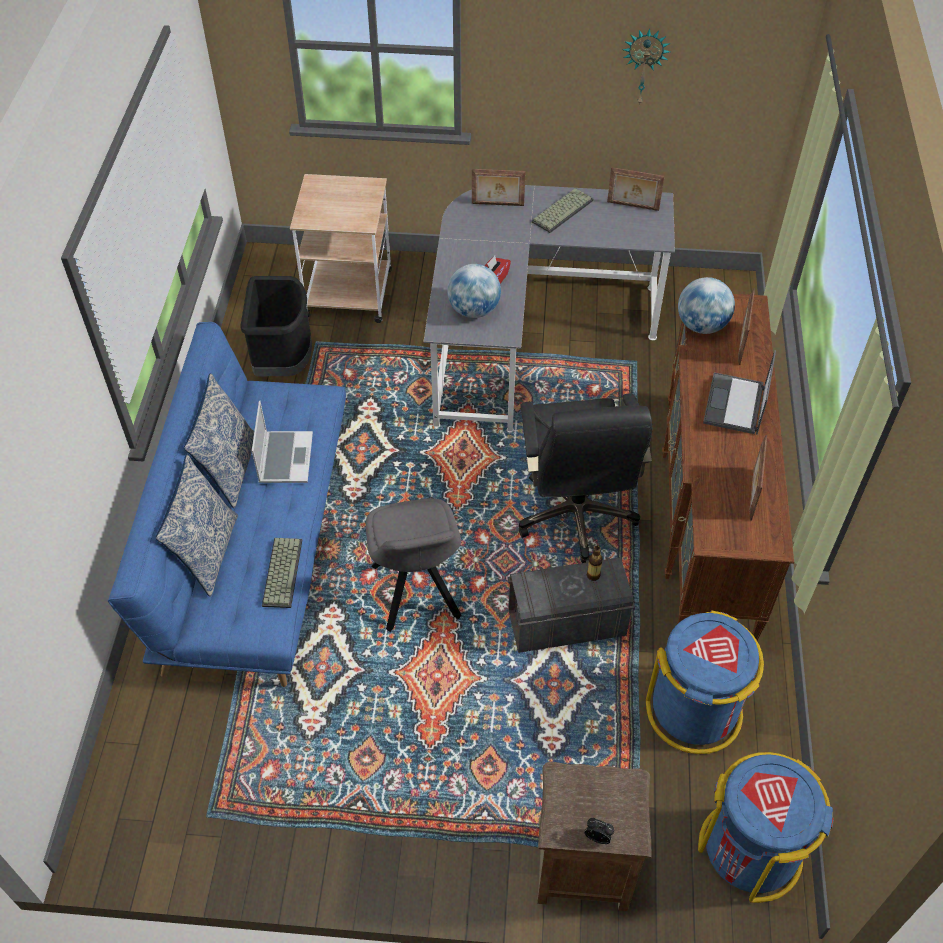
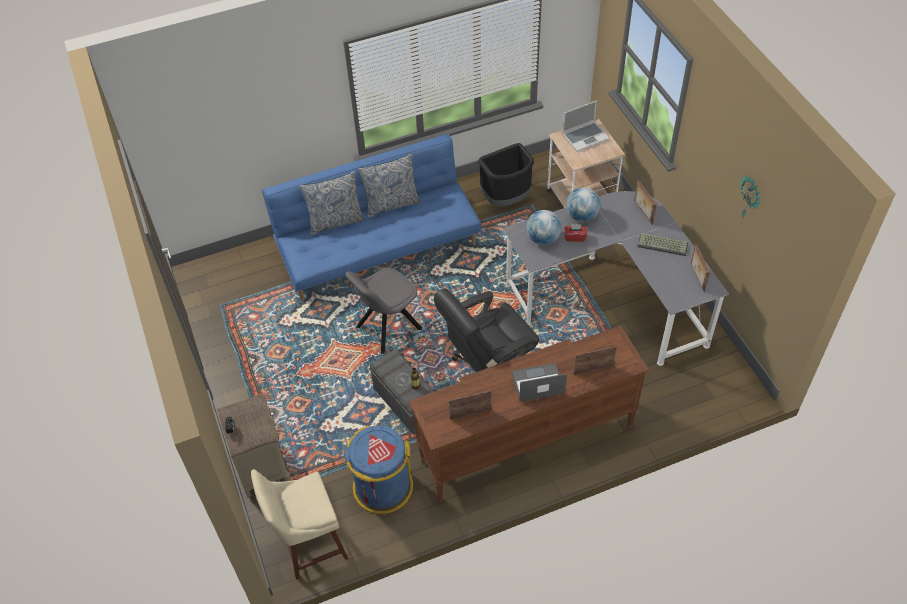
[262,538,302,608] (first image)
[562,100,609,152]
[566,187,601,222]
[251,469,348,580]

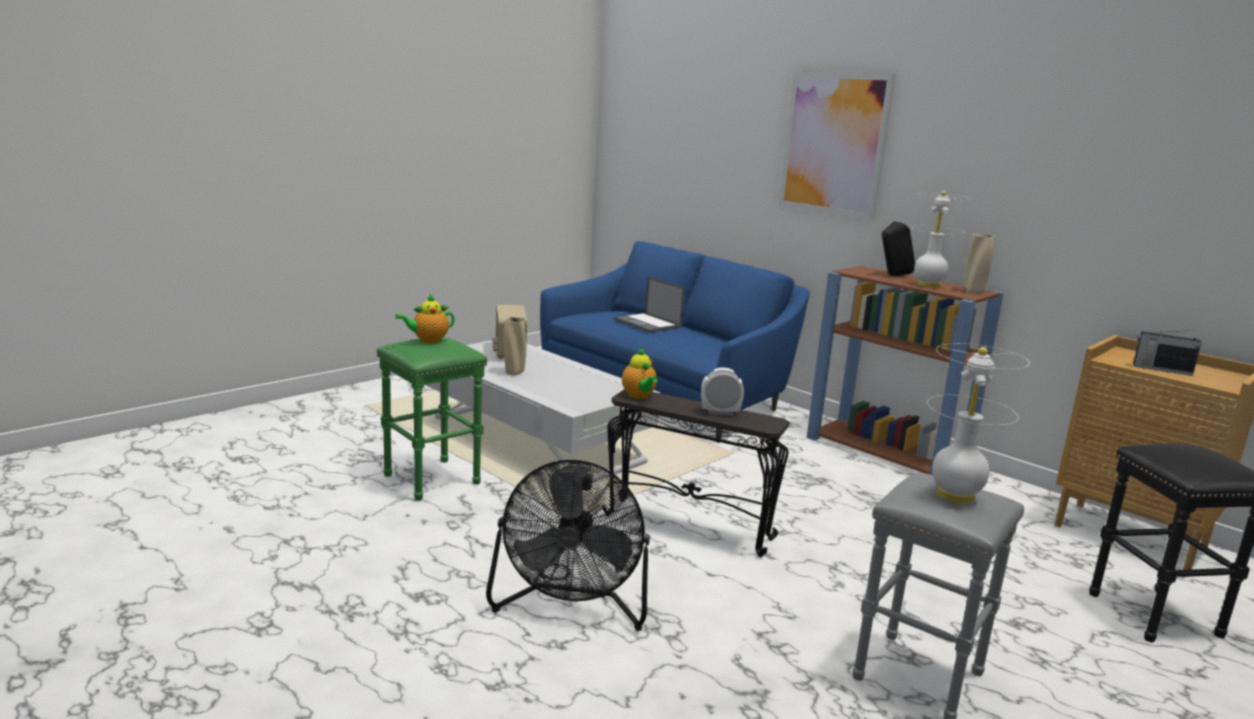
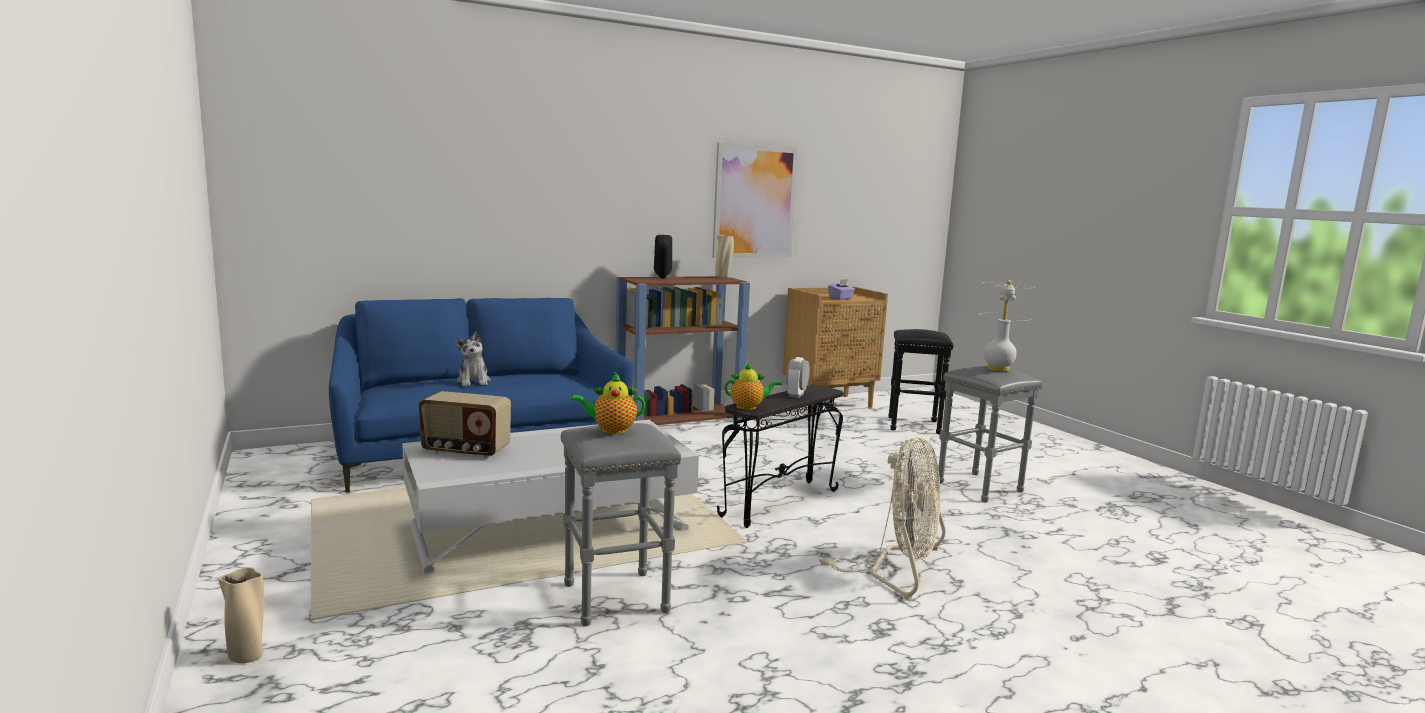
[911,191,971,288] (first image)
[218,568,264,663]
[712,143,798,258]
[455,331,491,386]
[828,279,855,300]
[561,423,681,626]
[819,437,946,601]
[571,372,645,434]

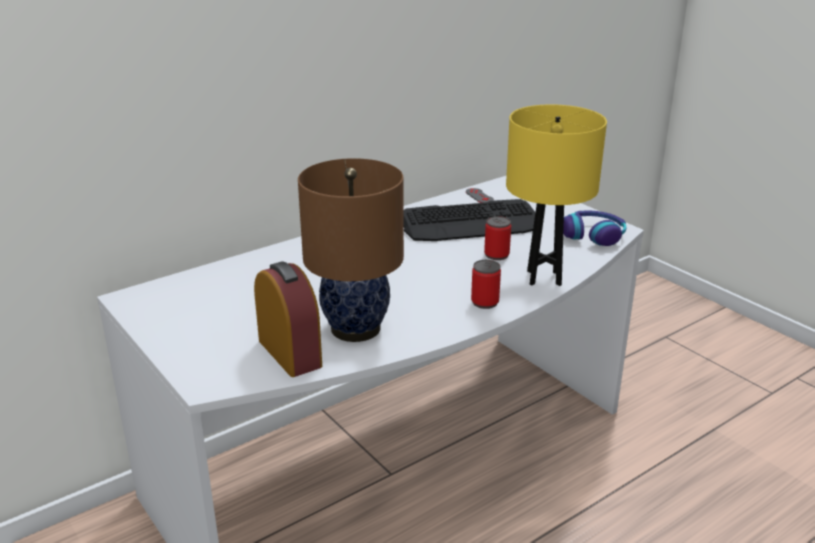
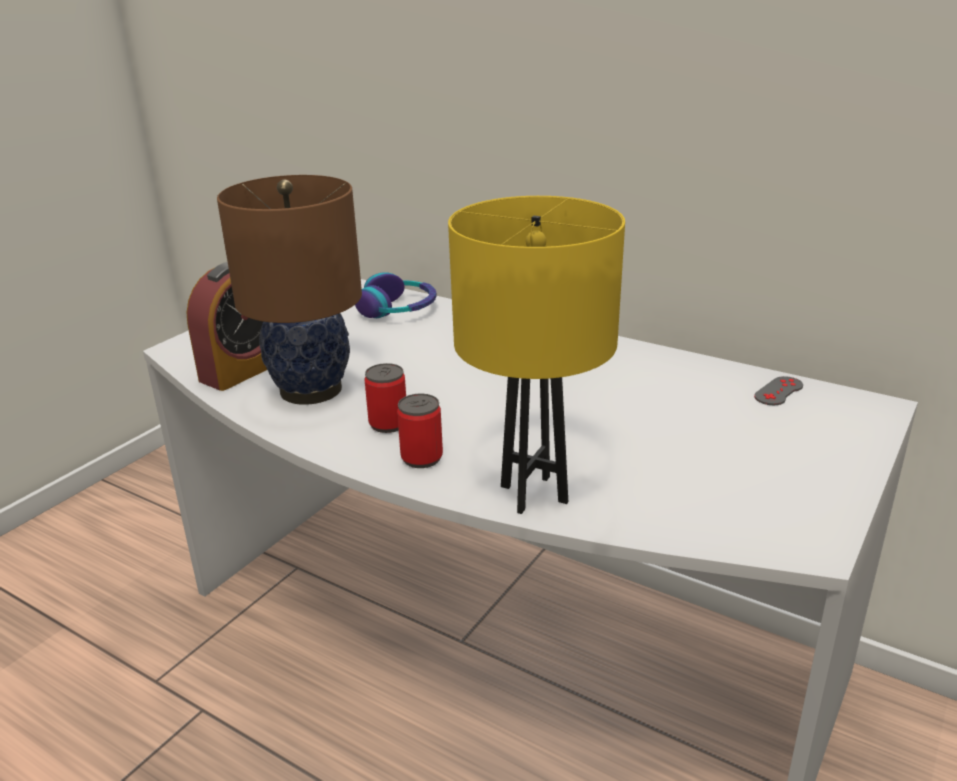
[404,199,535,241] (first image)
[365,363,406,433]
[355,272,437,318]

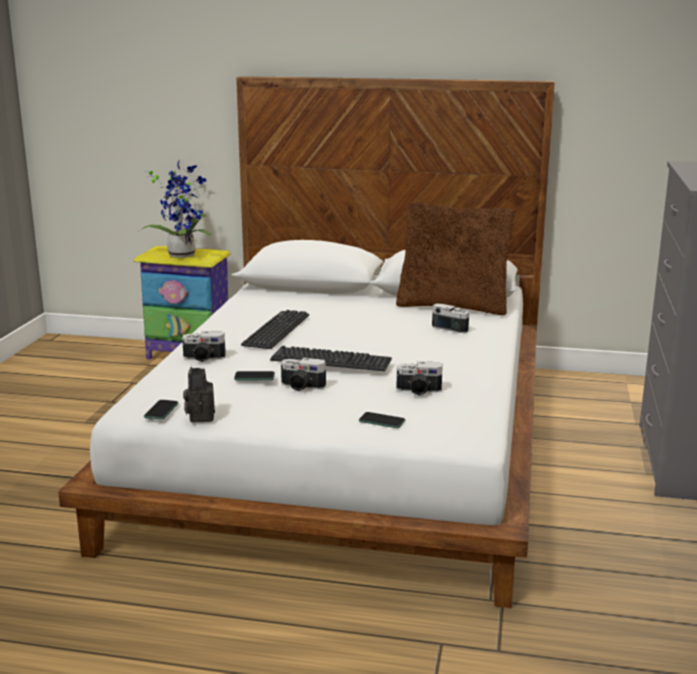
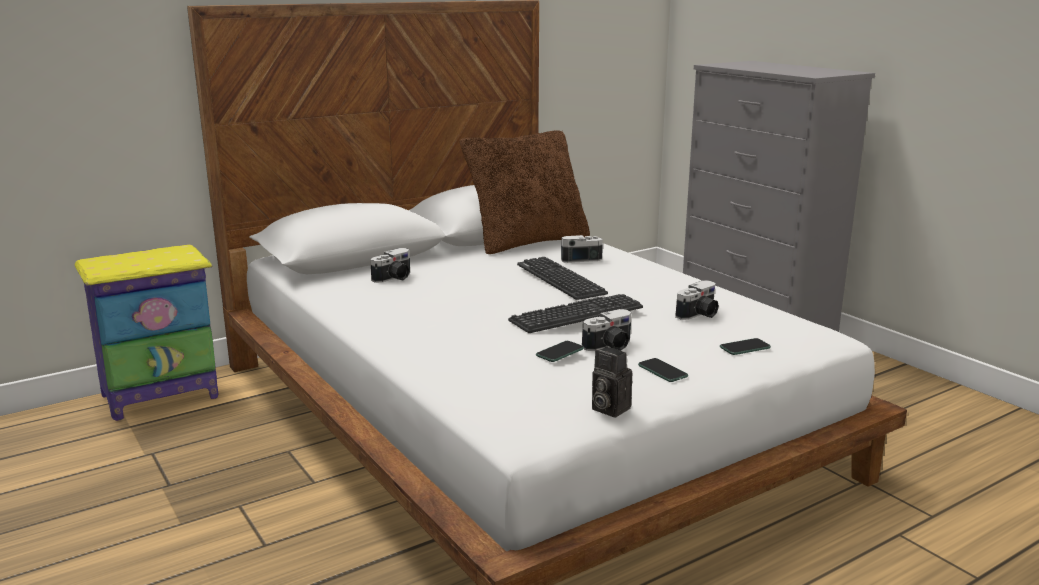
[140,161,212,258] (first image)
[638,358,688,382]
[370,248,410,283]
[517,257,608,300]

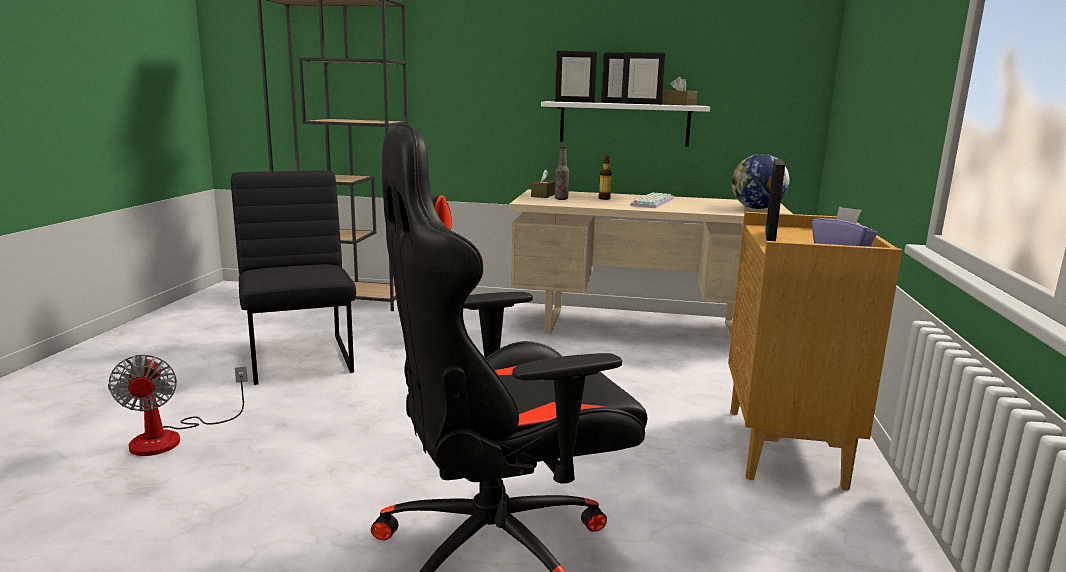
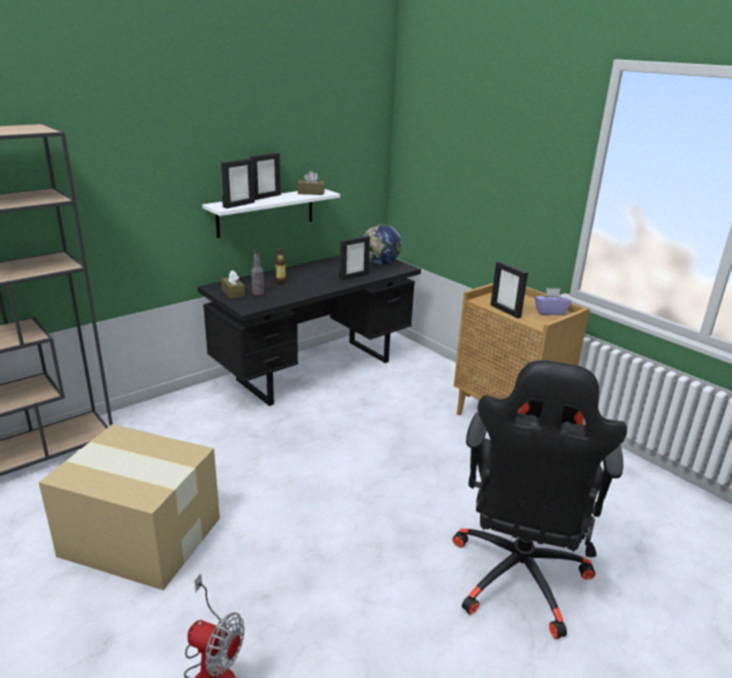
[630,192,674,208] (first image)
[339,236,370,280]
[39,424,220,590]
[198,255,421,406]

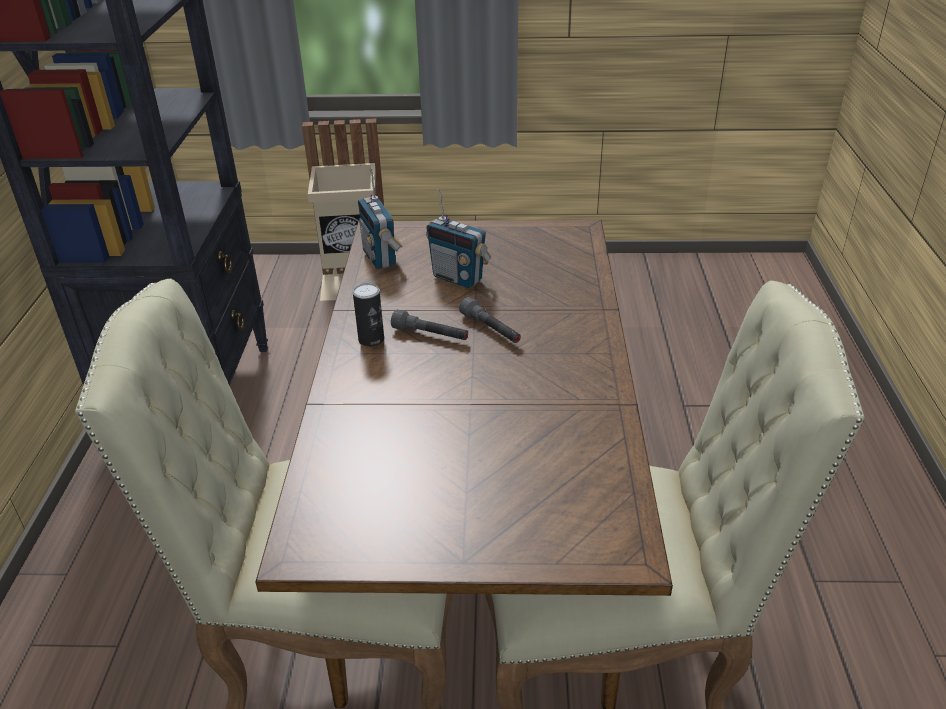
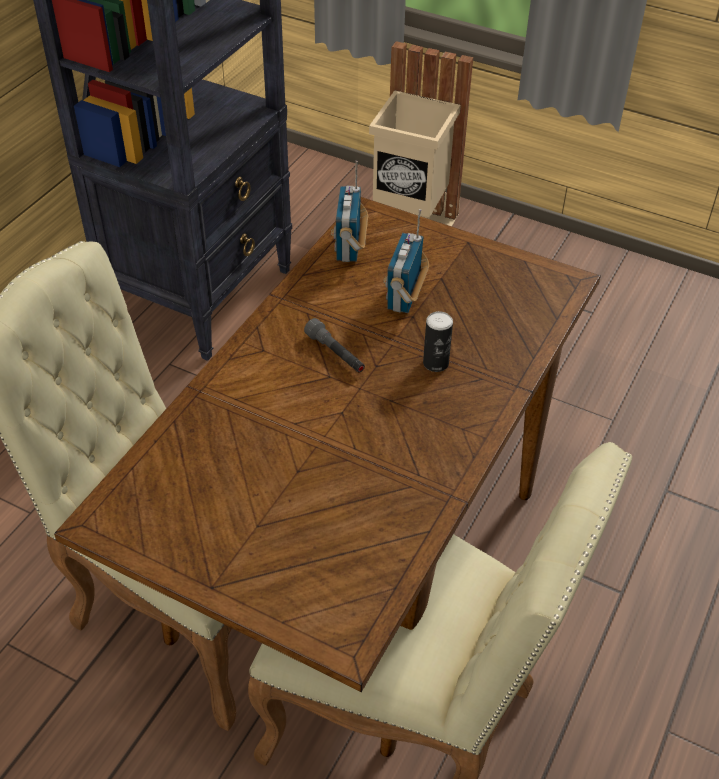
[459,297,521,343] (first image)
[423,311,453,372]
[383,209,429,313]

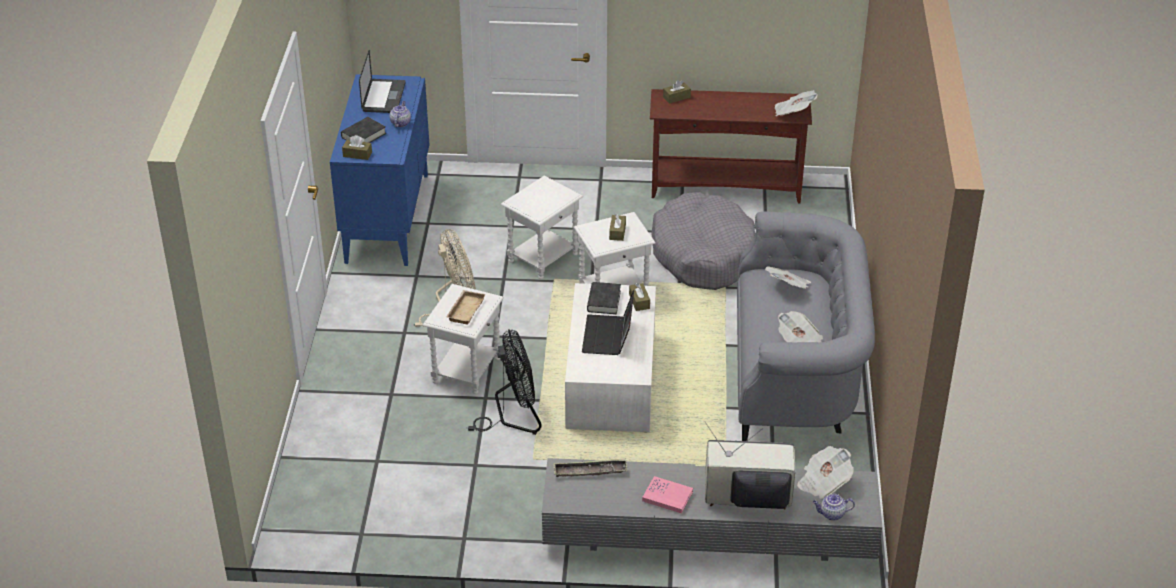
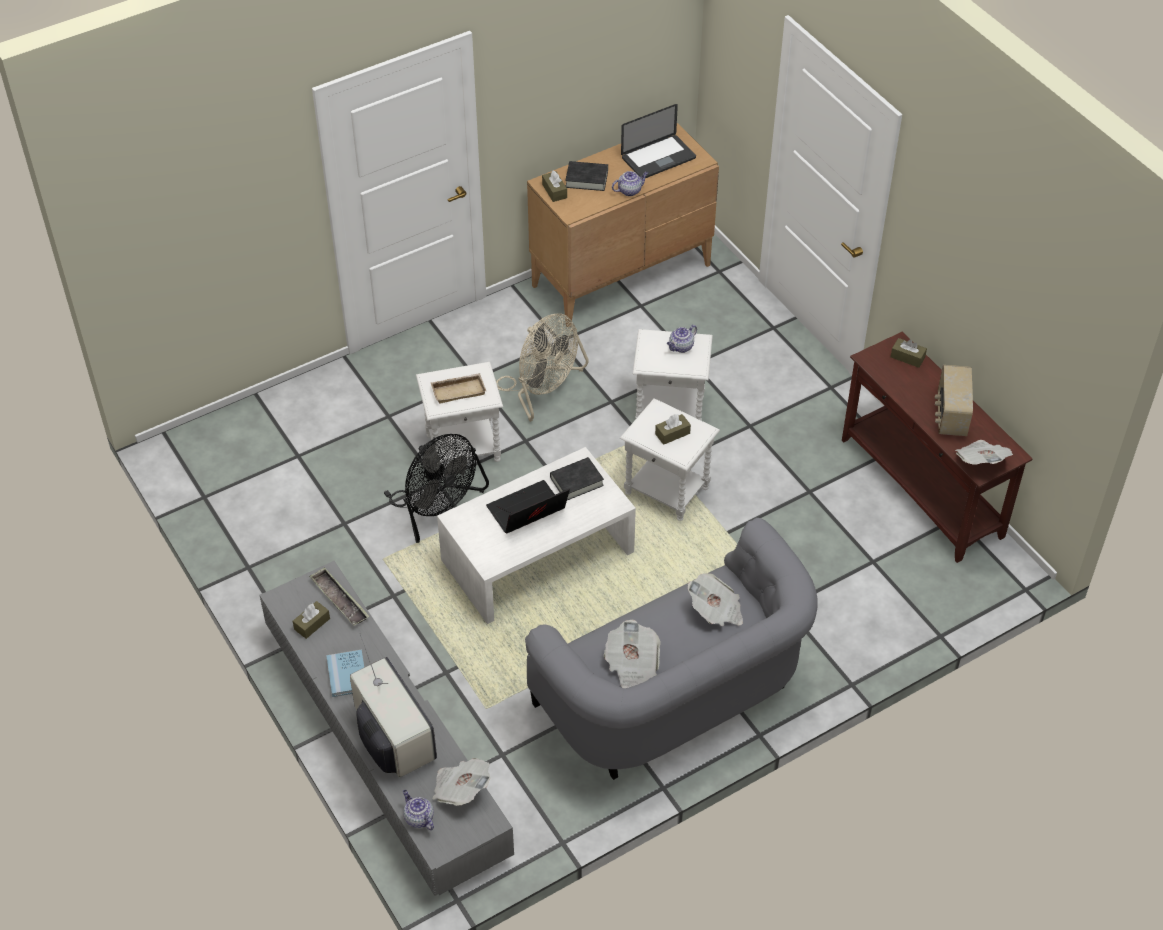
[652,192,755,290] (first image)
[667,325,697,353]
[935,365,973,436]
[293,601,330,639]
[527,123,719,327]
[326,649,364,697]

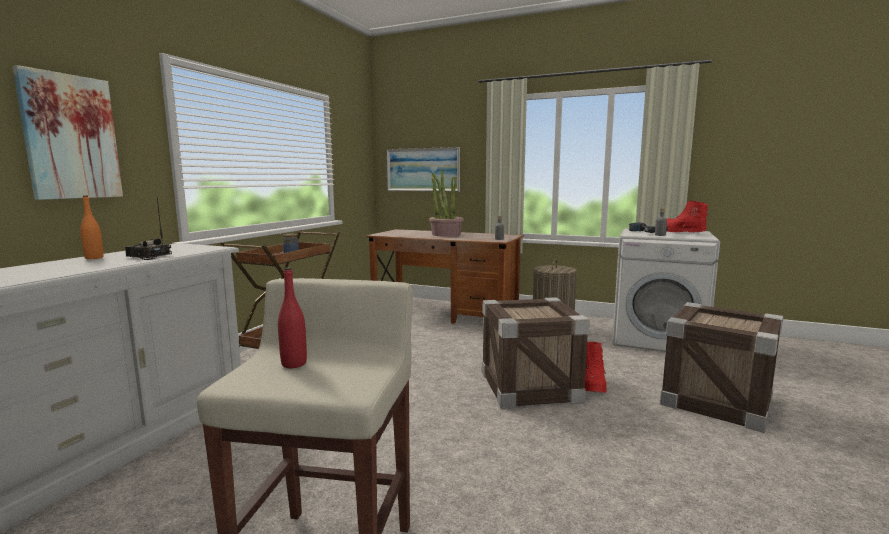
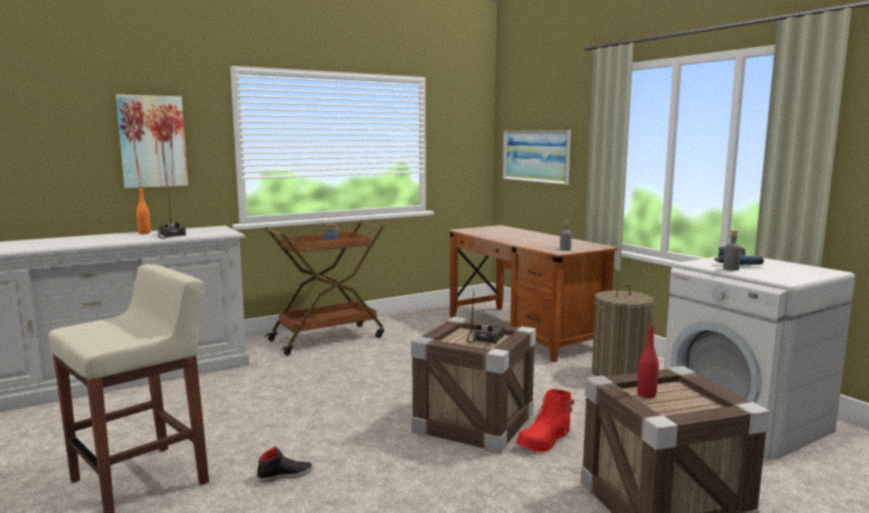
[429,169,464,237] (first image)
[666,201,708,232] (first image)
[257,446,313,482]
[467,289,505,344]
[637,325,659,398]

